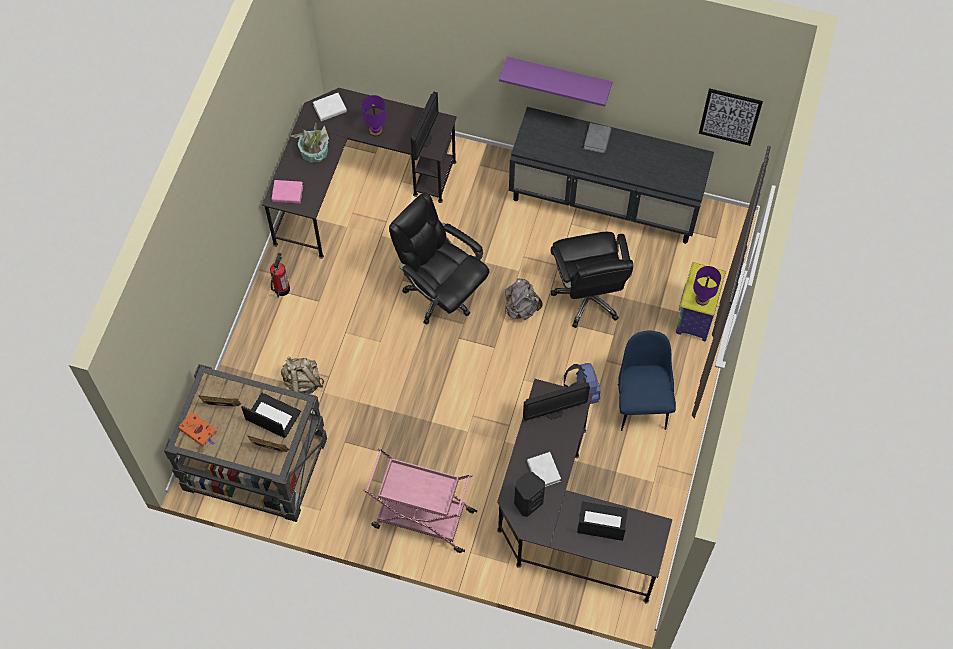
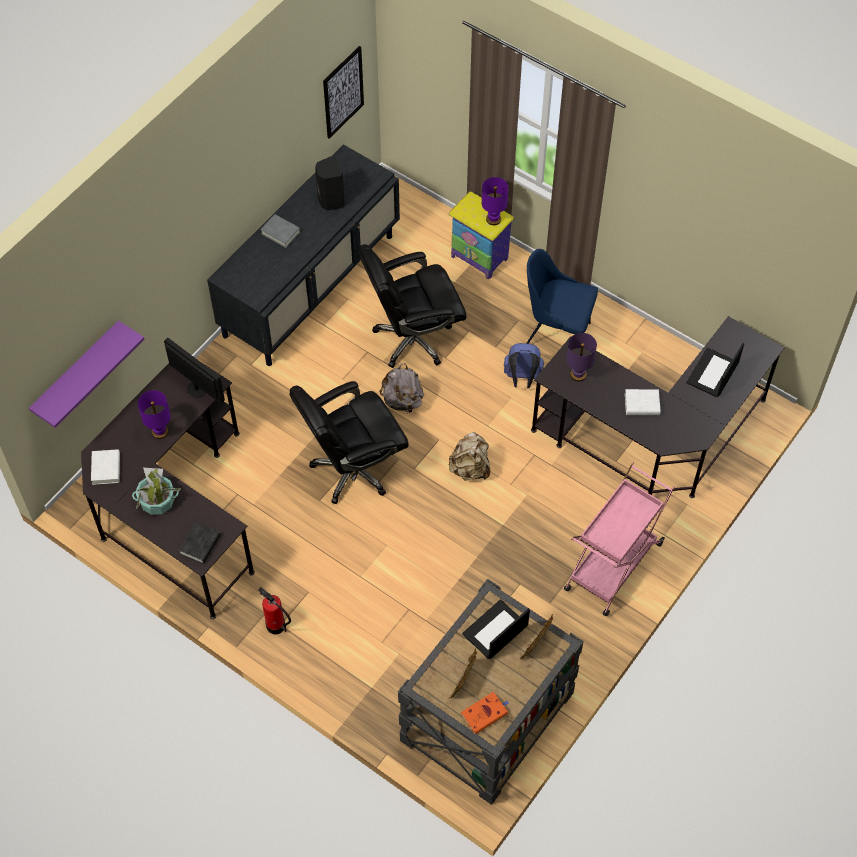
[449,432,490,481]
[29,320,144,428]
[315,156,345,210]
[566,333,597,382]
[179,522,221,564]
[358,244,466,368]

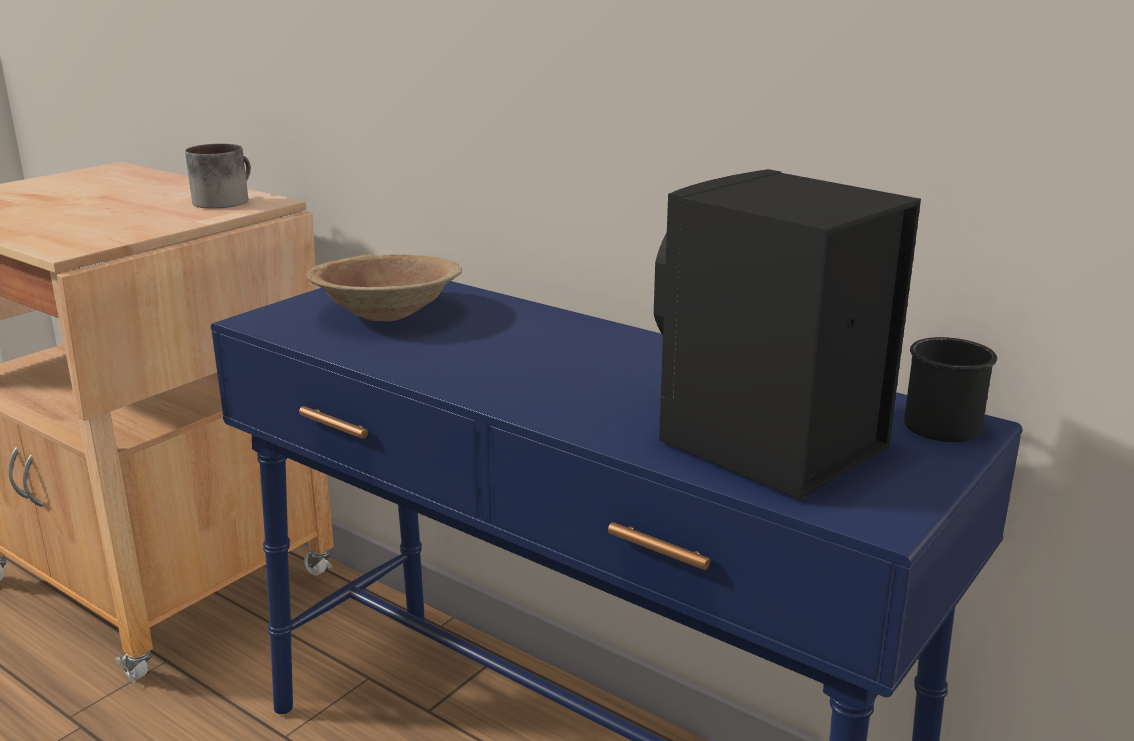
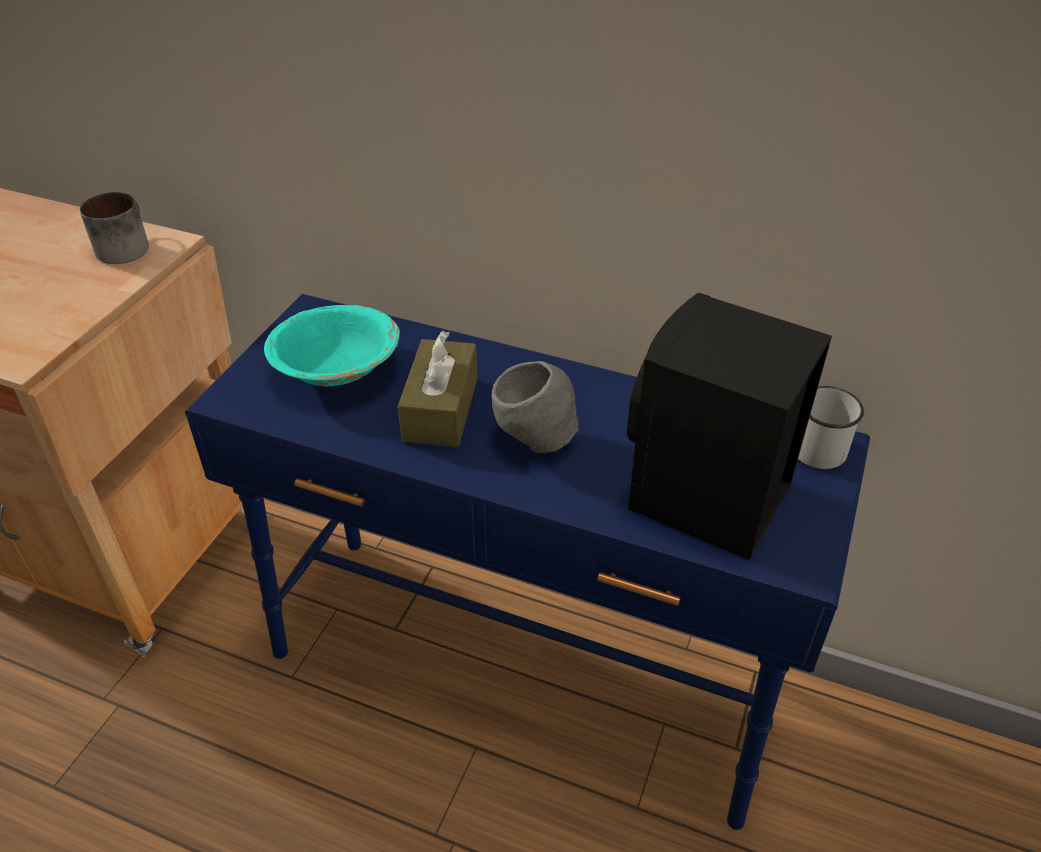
[398,331,477,447]
[491,361,578,453]
[264,305,400,386]
[798,386,864,469]

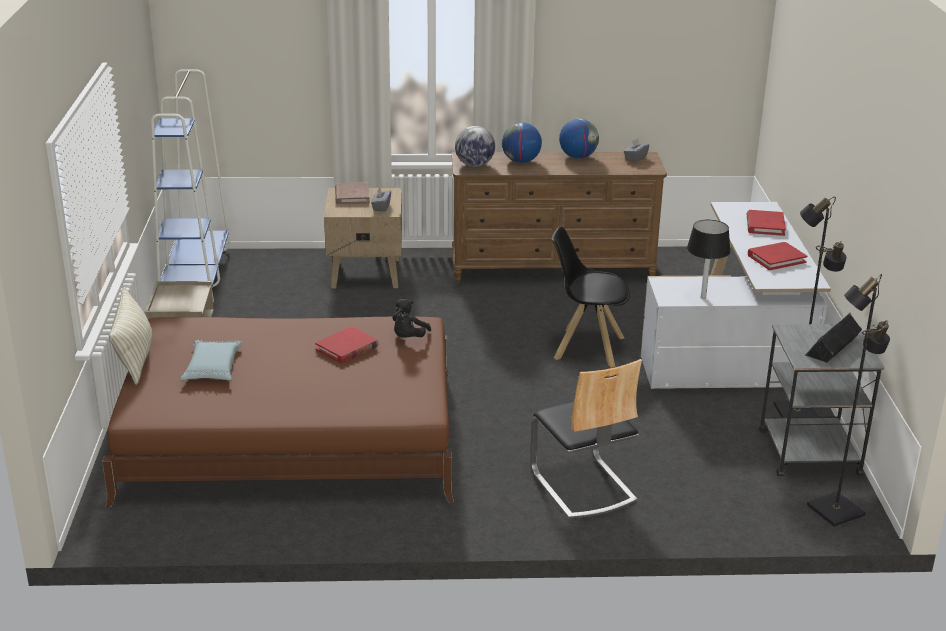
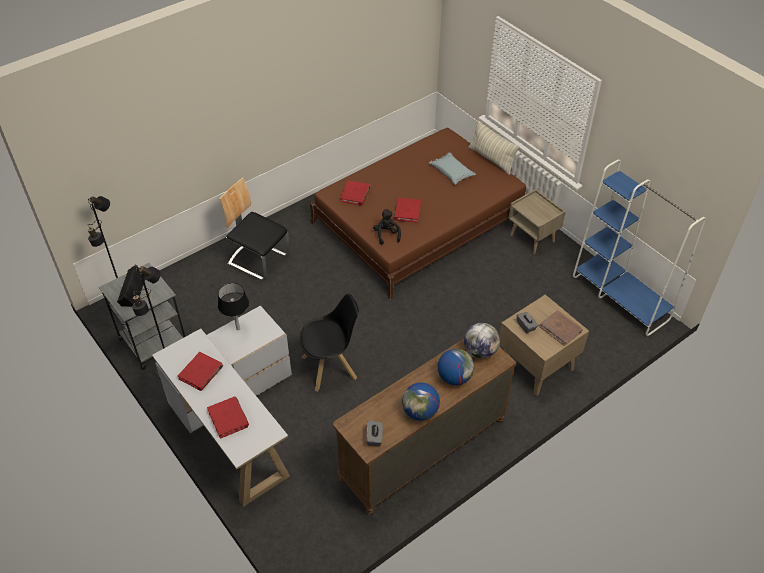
[340,180,371,206]

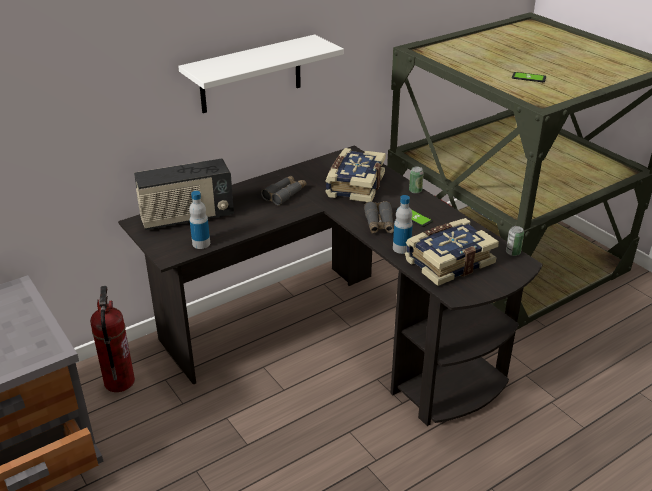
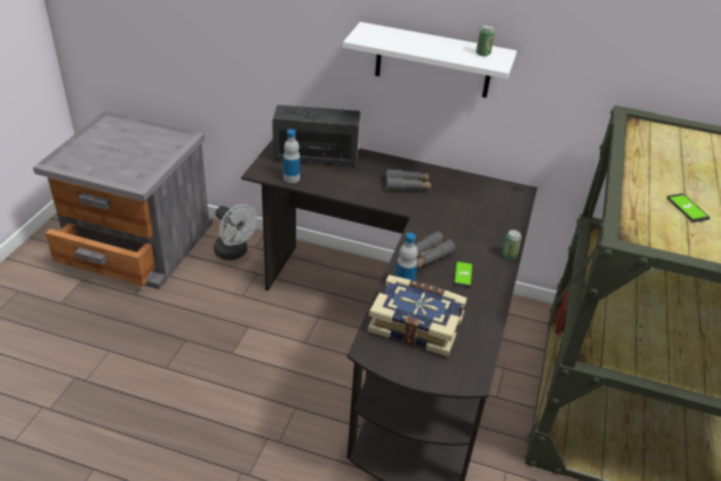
[325,148,386,202] (first image)
[476,24,495,56]
[214,204,257,260]
[272,105,361,165]

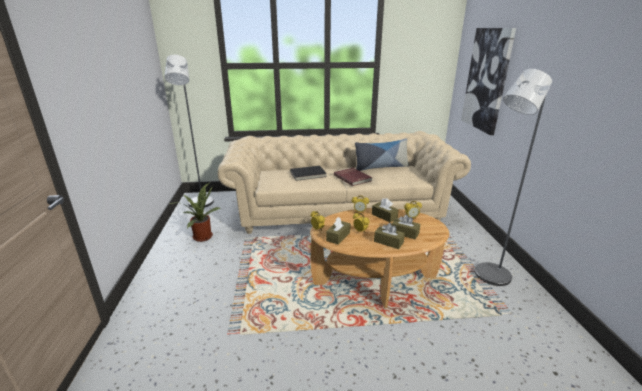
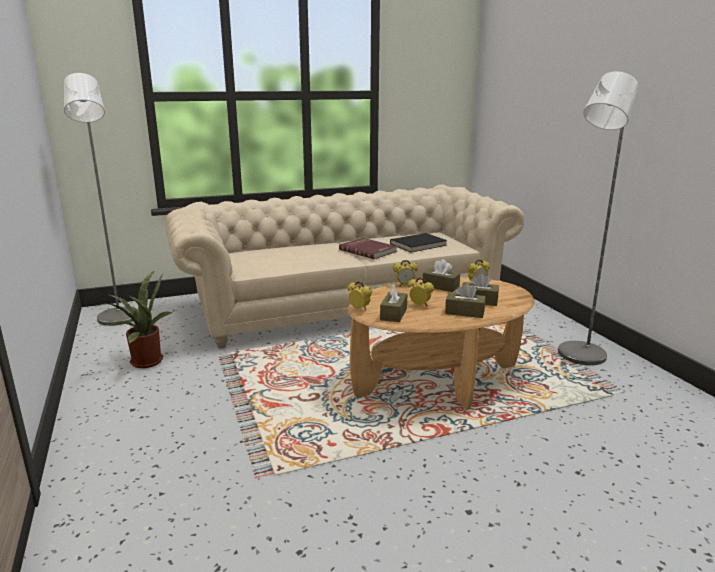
[355,138,409,171] (first image)
[461,28,516,135] (first image)
[390,233,447,252]

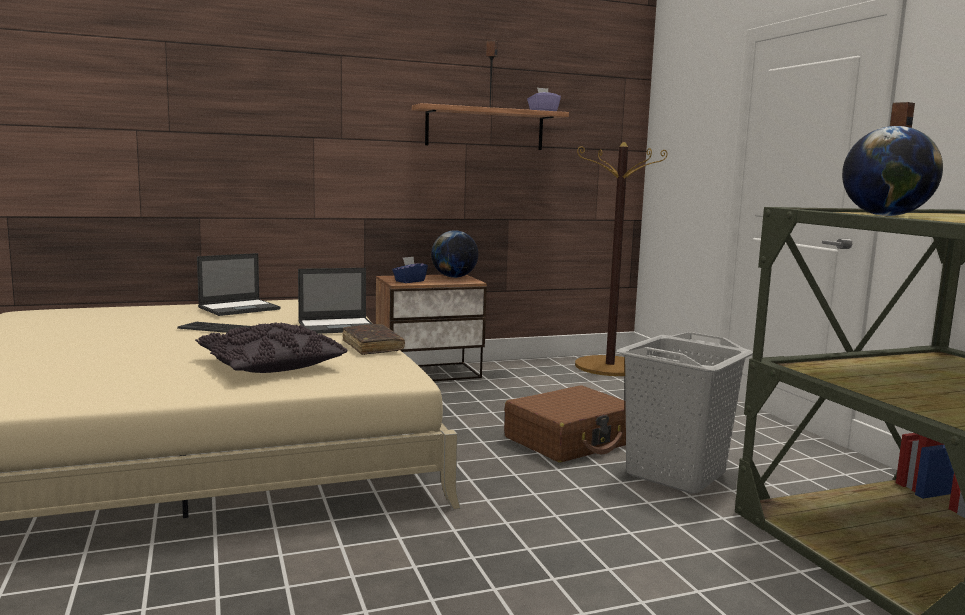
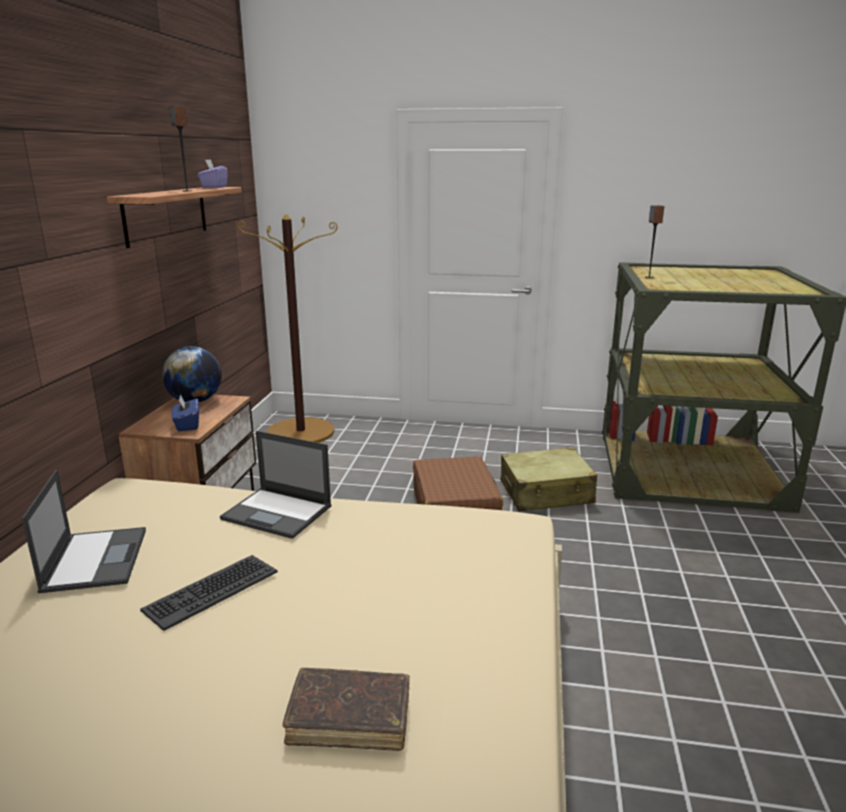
[195,322,347,373] (first image)
[842,126,943,216] (first image)
[283,668,410,751]
[501,447,597,512]
[220,431,331,539]

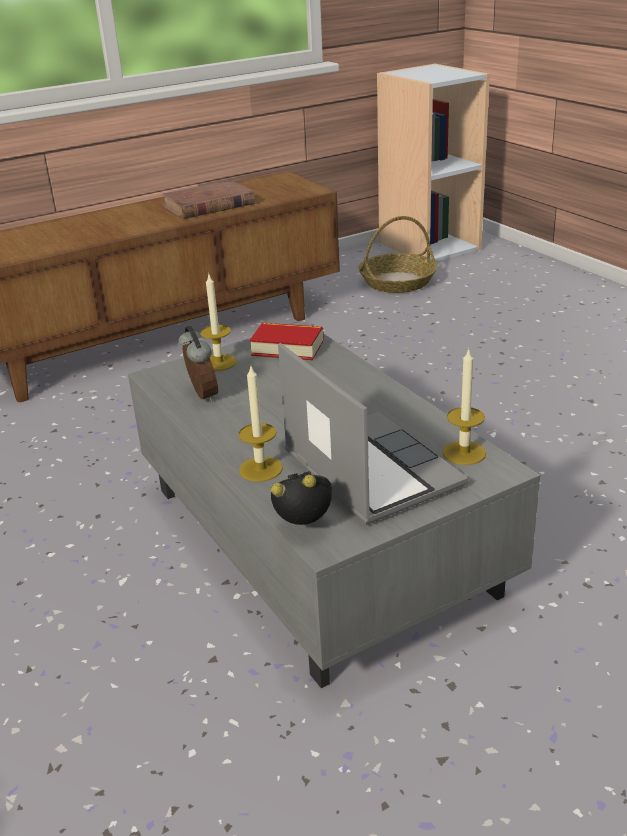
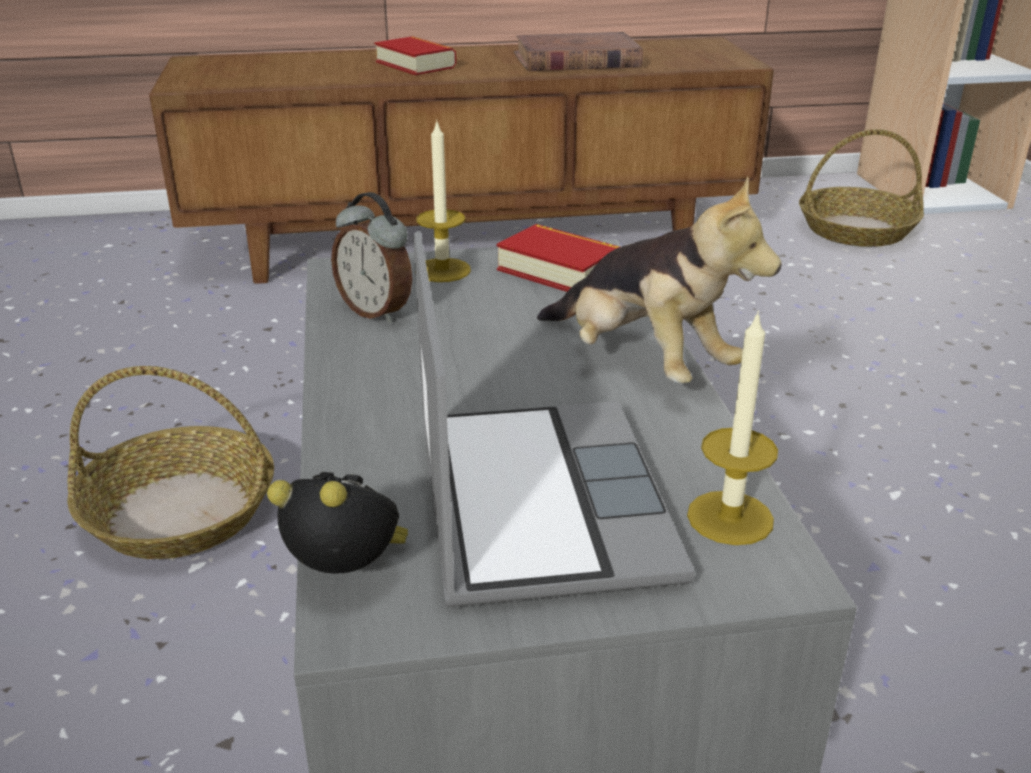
[238,366,283,482] (first image)
[67,366,274,559]
[374,36,456,75]
[537,176,782,383]
[331,192,412,323]

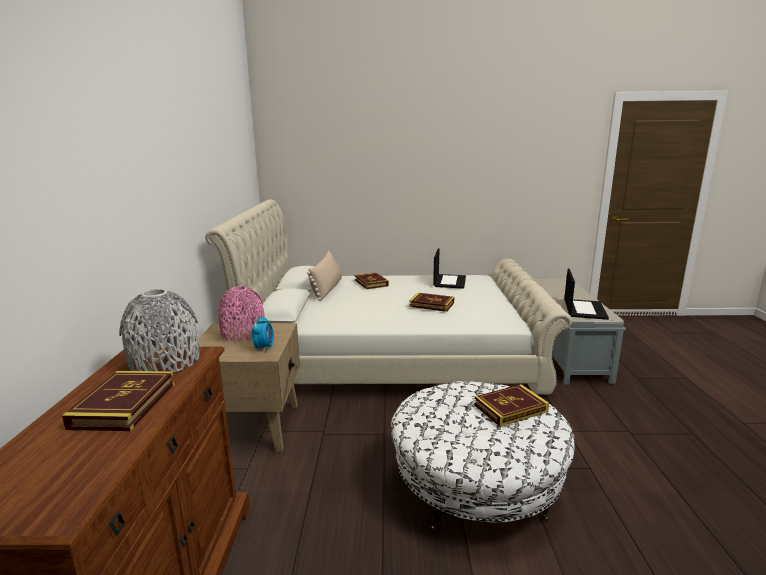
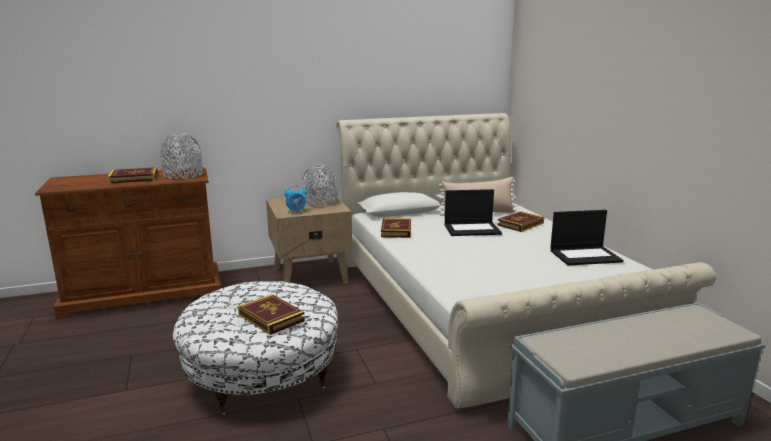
[381,218,411,238]
[444,189,502,236]
[302,165,337,207]

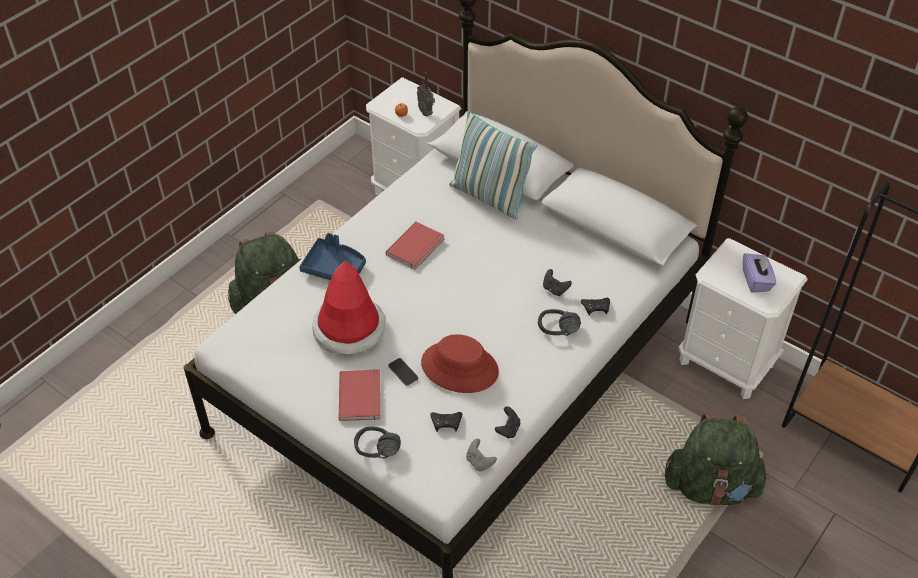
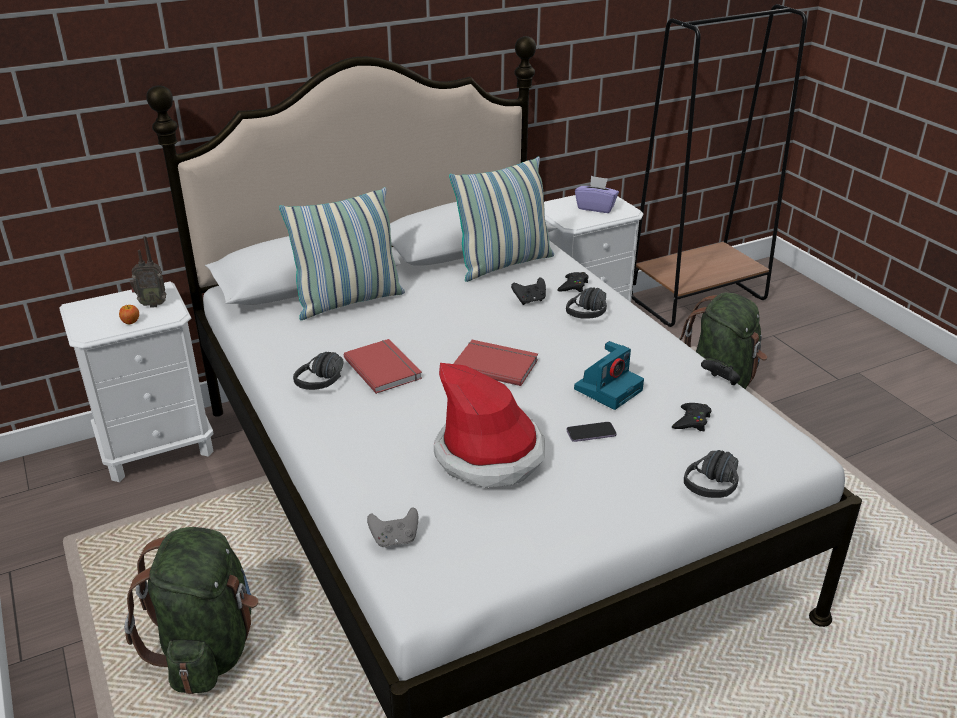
[299,233,366,280] (first image)
[293,352,343,390]
[449,156,554,282]
[454,340,538,386]
[367,507,418,547]
[574,341,644,410]

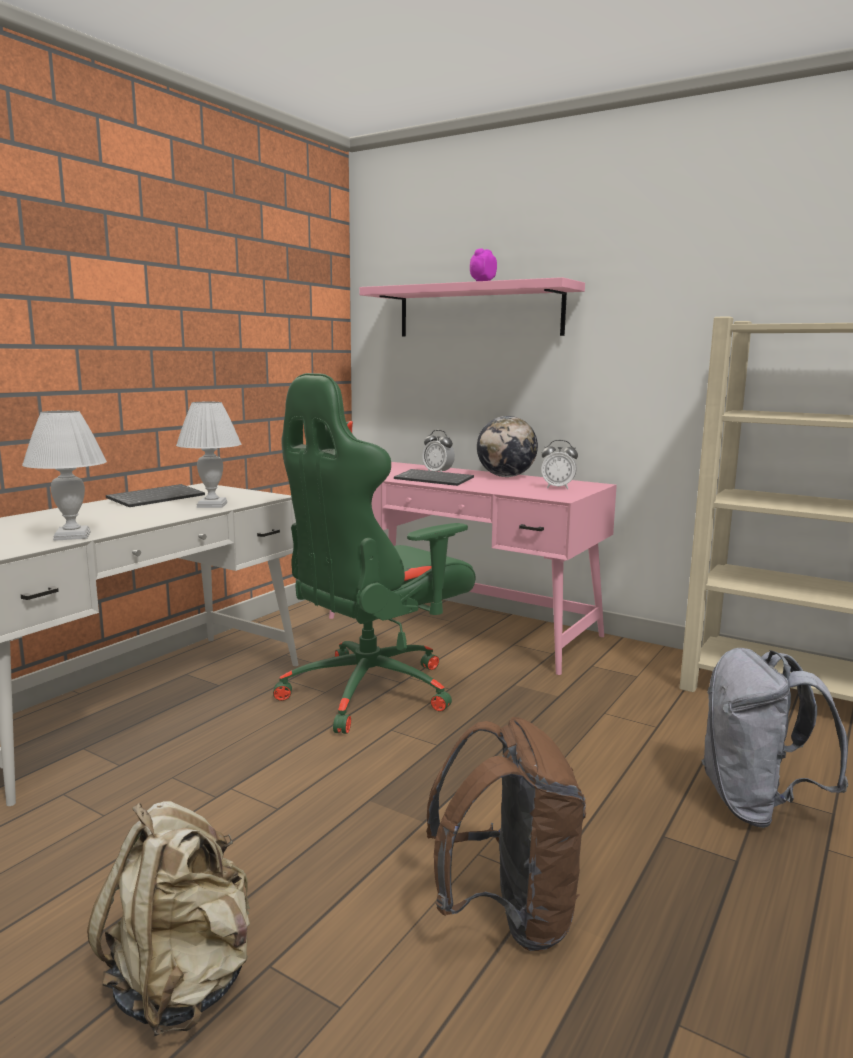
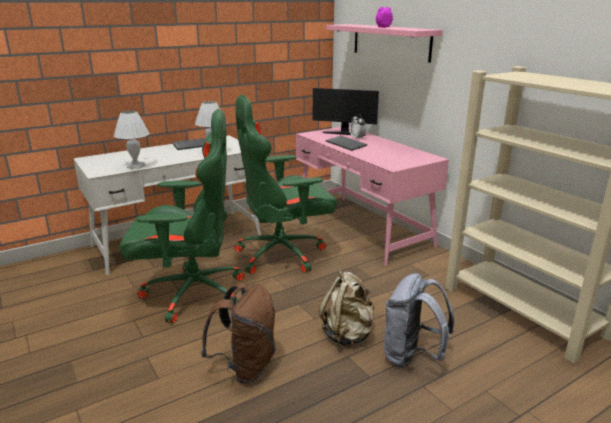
[477,416,538,477] (first image)
[541,440,578,489] (first image)
[120,108,244,323]
[312,88,379,136]
[319,270,375,347]

